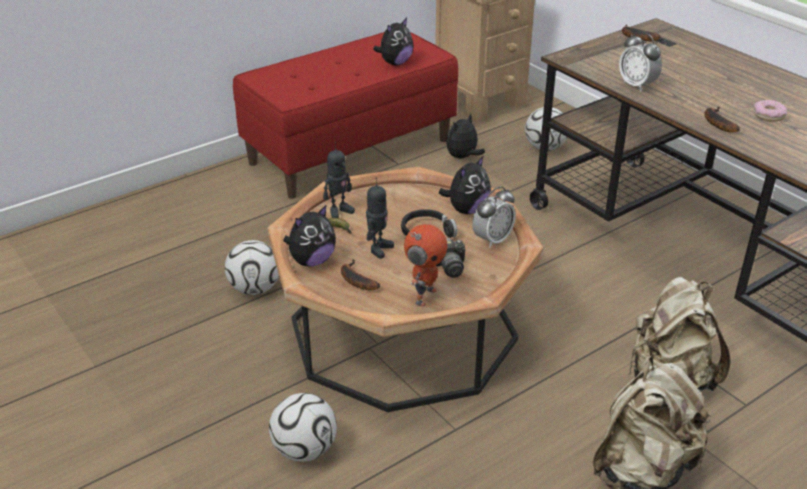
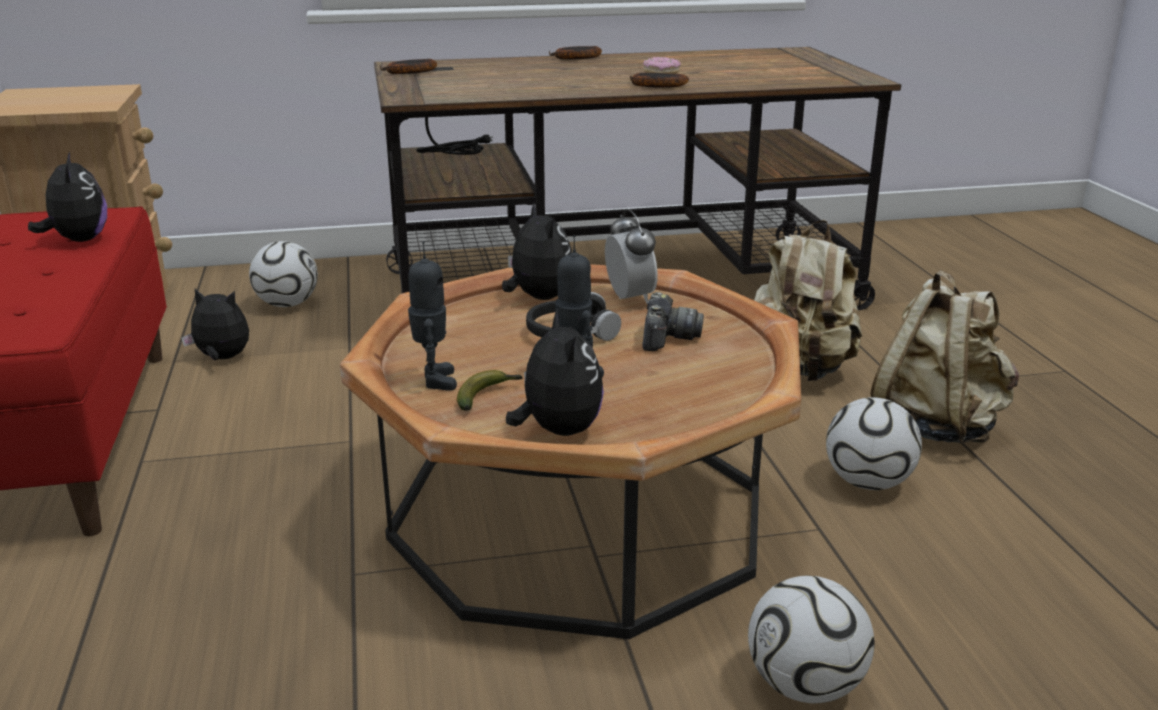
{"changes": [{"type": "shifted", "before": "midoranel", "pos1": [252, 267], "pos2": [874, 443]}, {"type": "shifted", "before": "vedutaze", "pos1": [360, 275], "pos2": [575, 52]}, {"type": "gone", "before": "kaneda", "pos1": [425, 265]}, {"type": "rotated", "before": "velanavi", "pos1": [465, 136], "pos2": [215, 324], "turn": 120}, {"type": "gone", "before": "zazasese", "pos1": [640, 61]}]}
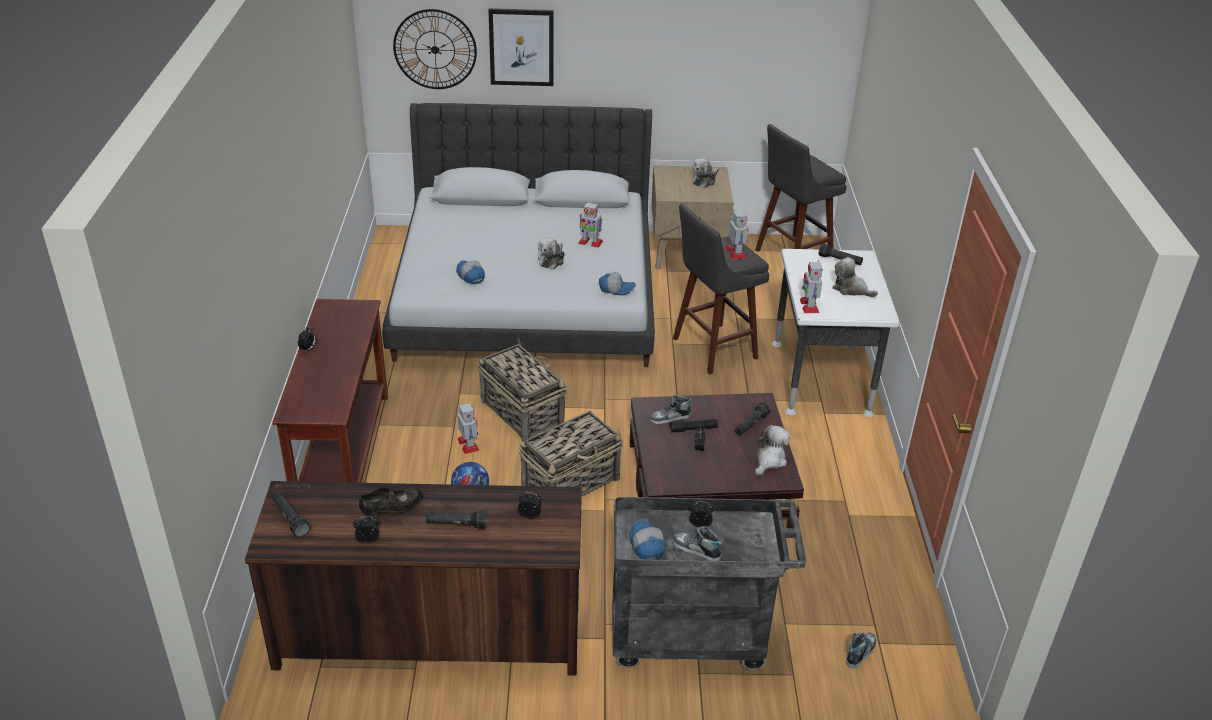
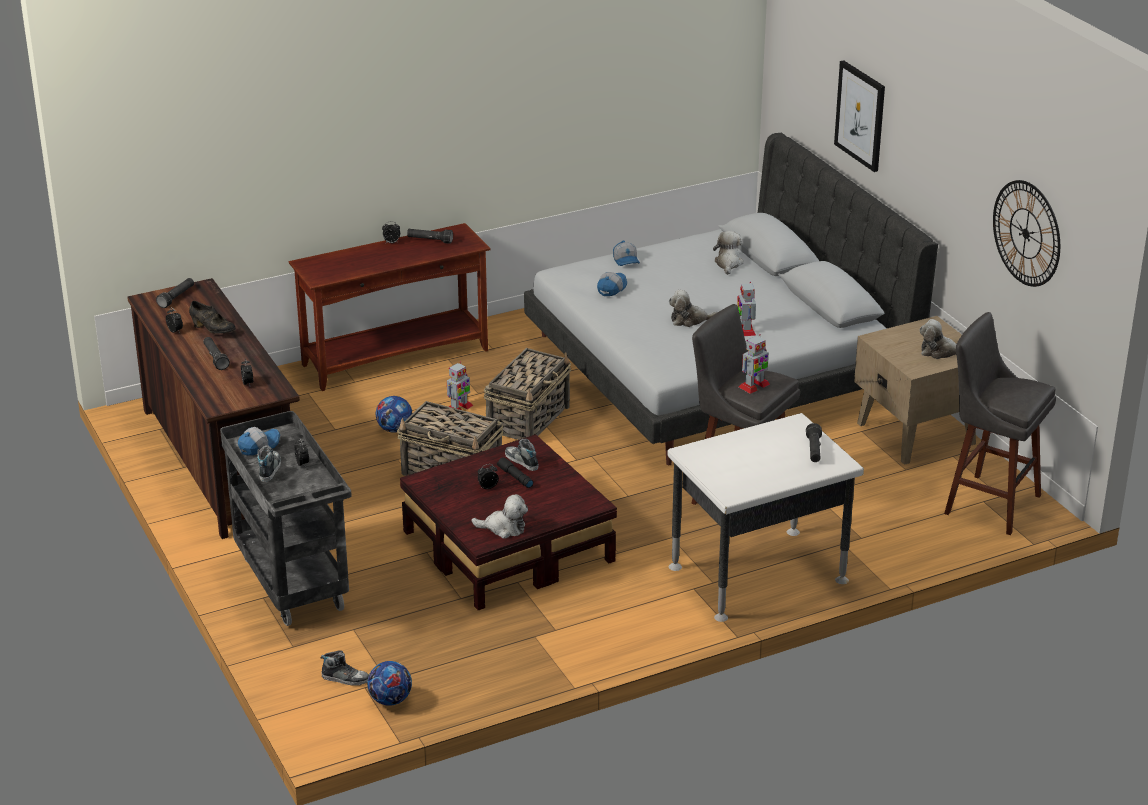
{"changes": [{"type": "shifted", "before": "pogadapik", "pos1": [435, 49], "pos2": [1026, 233]}, {"type": "shifted", "before": "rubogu", "pos1": [617, 283], "pos2": [626, 253]}, {"type": "shifted", "before": "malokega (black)", "pos1": [752, 419], "pos2": [430, 236]}, {"type": "gone", "before": "kaneda", "pos1": [811, 286]}, {"type": "shifted", "before": "velanavi", "pos1": [855, 277], "pos2": [728, 253]}, {"type": "new", "after": "midoranel", "pos2": [389, 683]}]}
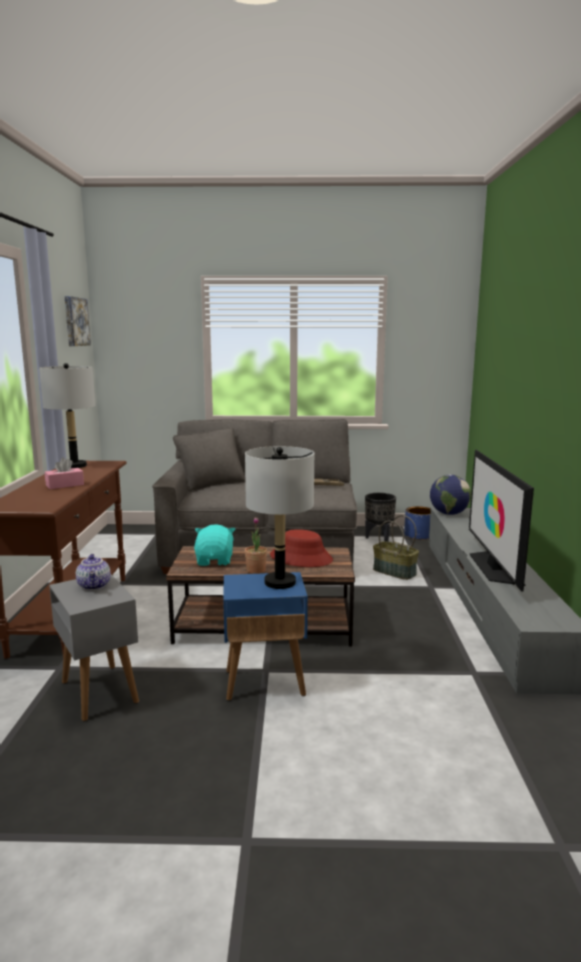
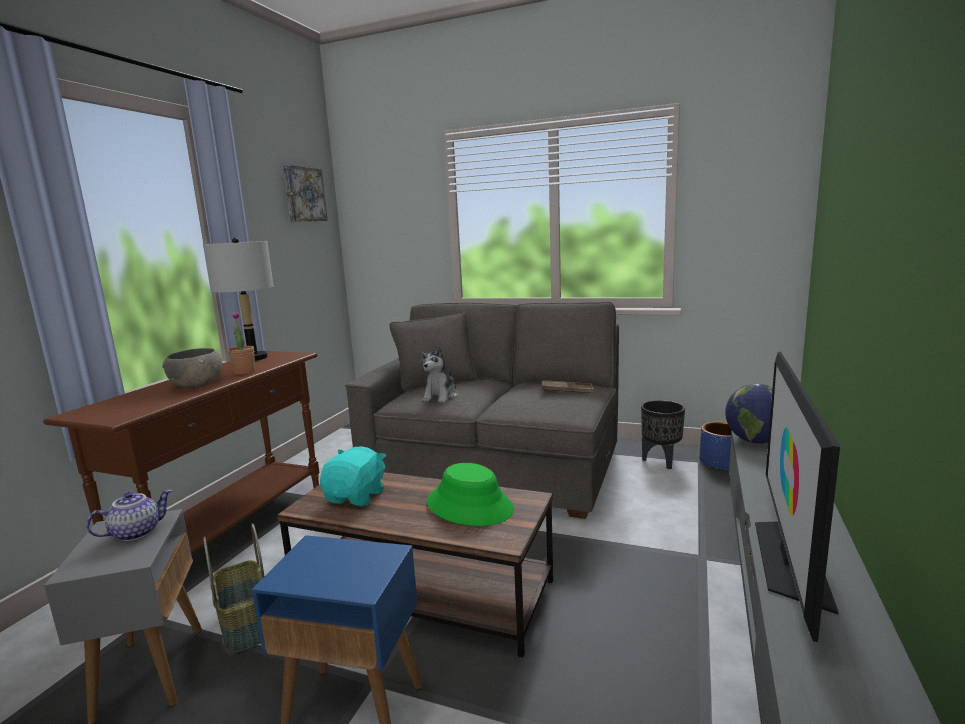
{"changes": [{"type": "swapped", "before": "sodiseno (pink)", "after": "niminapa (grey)", "pos1": [64, 473], "pos2": [192, 368]}, {"type": "rotated", "before": "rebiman", "pos1": [93, 572], "pos2": [129, 515], "turn": -135}, {"type": "gone", "before": "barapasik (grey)", "pos1": [279, 517]}, {"type": "shifted", "before": "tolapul", "pos1": [256, 545], "pos2": [241, 343]}, {"type": "repainted", "before": "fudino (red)", "after": "fudino (green)", "pos1": [301, 548], "pos2": [470, 494]}, {"type": "shifted", "before": "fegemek", "pos1": [396, 547], "pos2": [233, 588]}, {"type": "new", "after": "velanavi", "pos2": [438, 374]}]}
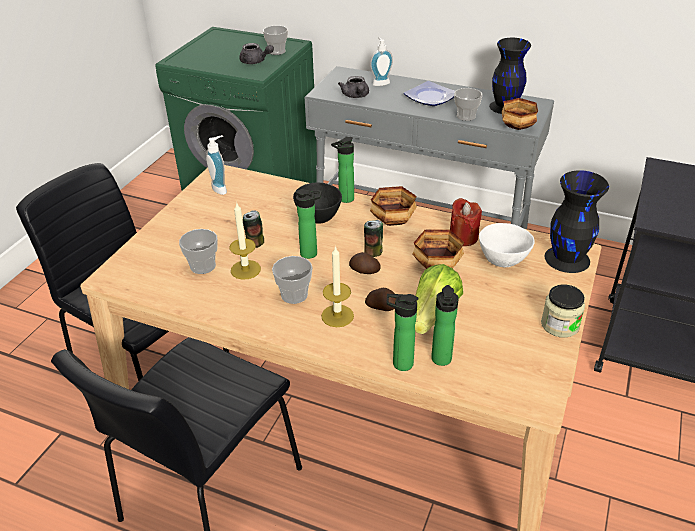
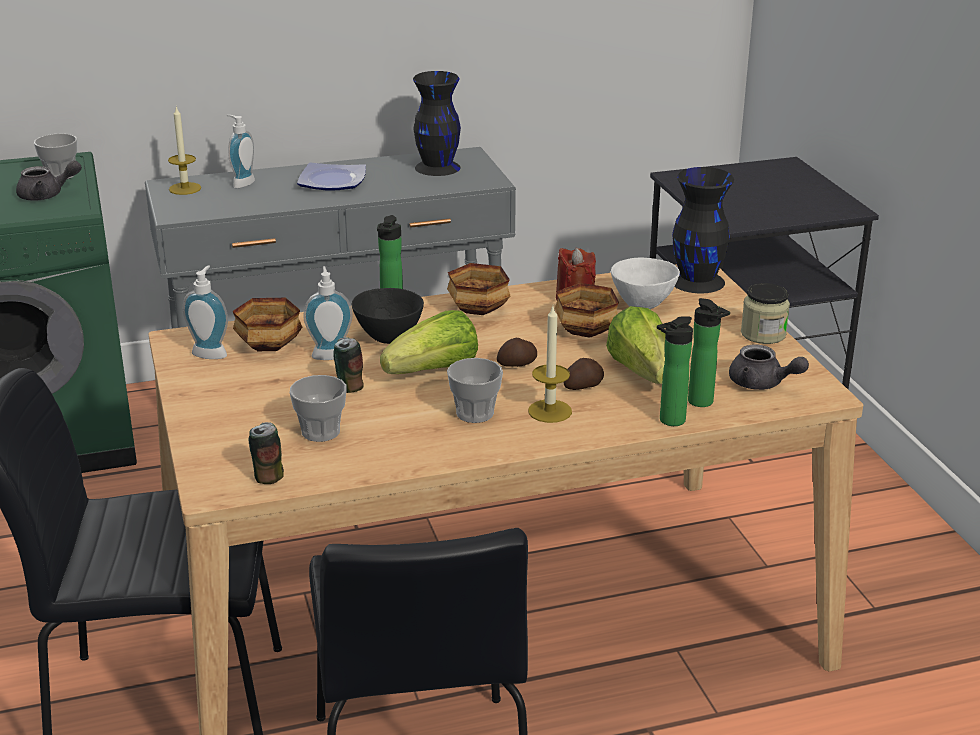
{"changes": [{"type": "shifted", "before": "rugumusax", "pos1": [245, 241], "pos2": [184, 150]}, {"type": "swapped", "before": "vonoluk", "after": "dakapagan", "pos1": [308, 224], "pos2": [429, 342]}, {"type": "shifted", "before": "rebiman (grey)", "pos1": [353, 87], "pos2": [769, 367]}, {"type": "shifted", "before": "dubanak", "pos1": [373, 238], "pos2": [266, 453]}, {"type": "gone", "before": "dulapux", "pos1": [468, 104]}, {"type": "shifted", "before": "niminapa", "pos1": [520, 114], "pos2": [267, 324]}, {"type": "new", "after": "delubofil", "pos2": [328, 313]}]}
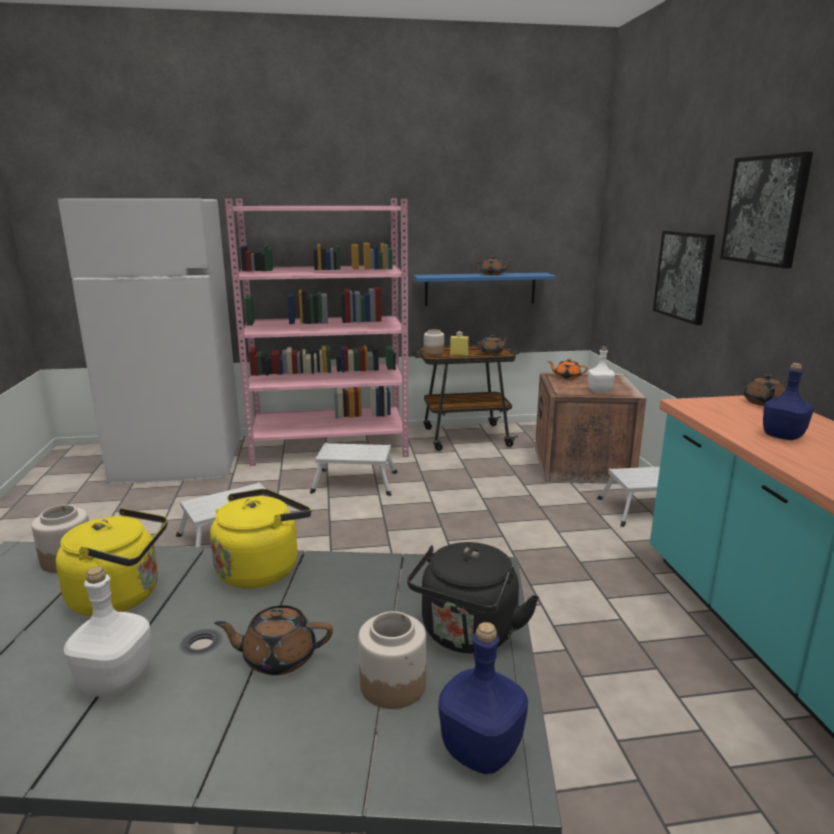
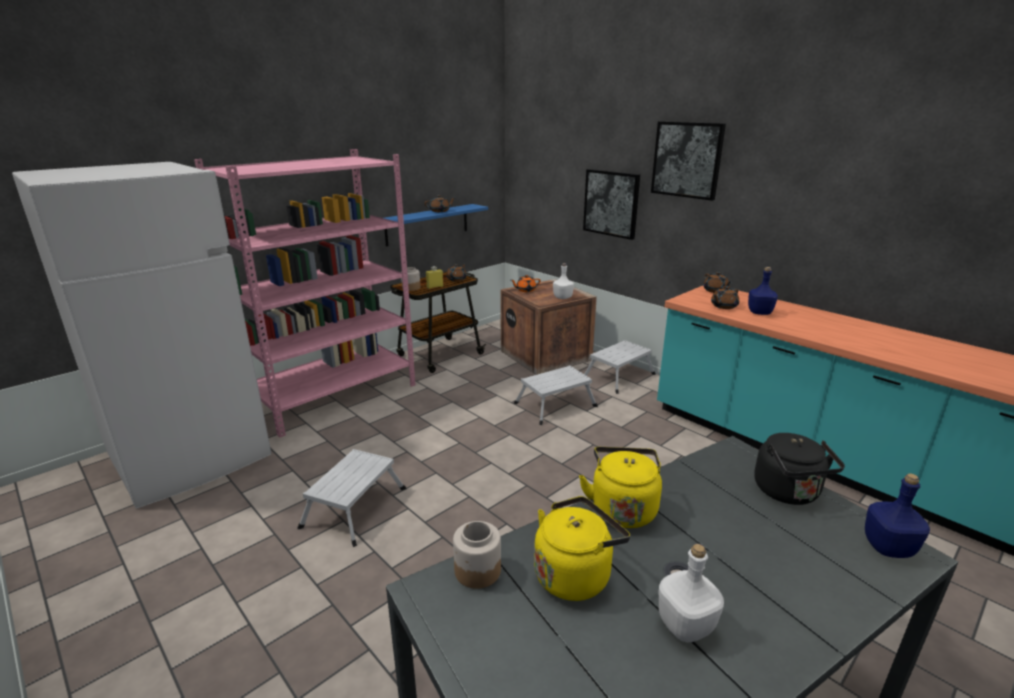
{"changes": [{"type": "shifted", "before": "rebiman (brown)", "pos1": [273, 640], "pos2": [725, 297]}, {"type": "shifted", "before": "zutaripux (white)", "pos1": [354, 469], "pos2": [555, 395]}, {"type": "gone", "before": "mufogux", "pos1": [392, 660]}]}
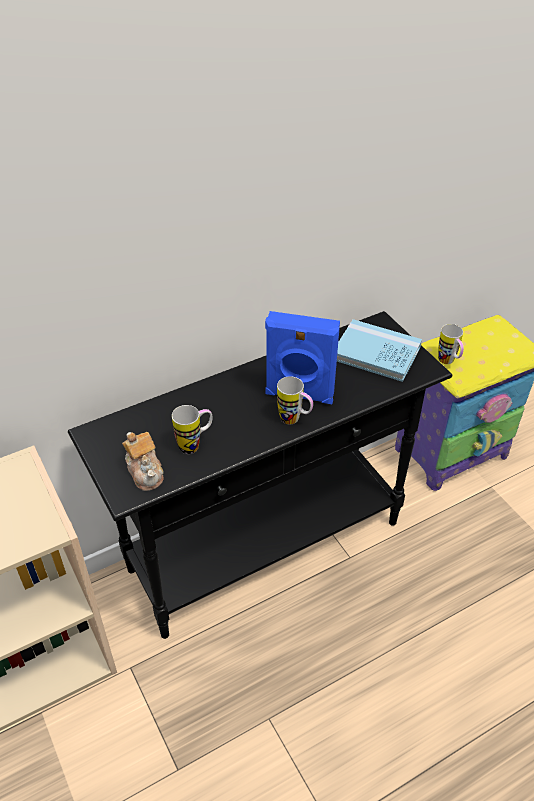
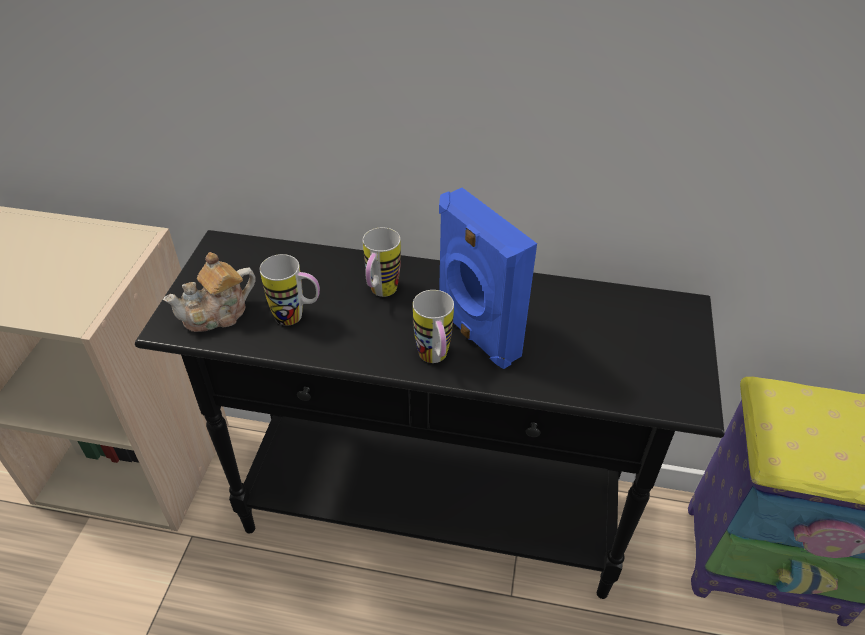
{"changes": [{"type": "rotated", "before": "rebiman", "pos1": [143, 461], "pos2": [209, 292], "turn": 45}, {"type": "gone", "before": "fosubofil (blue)", "pos1": [379, 350]}, {"type": "shifted", "before": "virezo", "pos1": [451, 344], "pos2": [382, 262]}]}
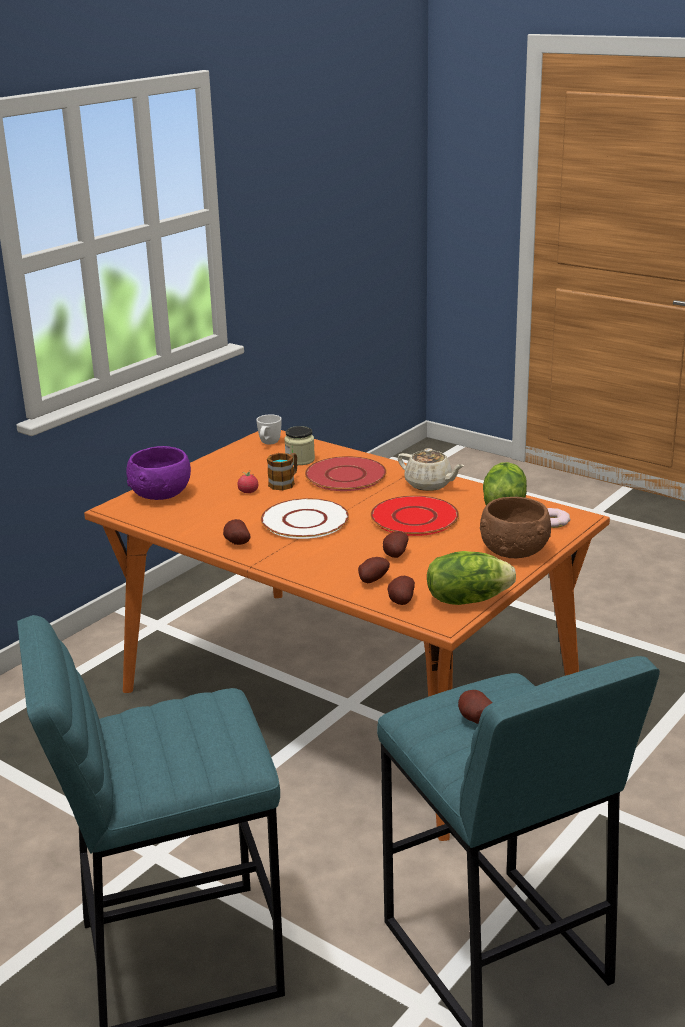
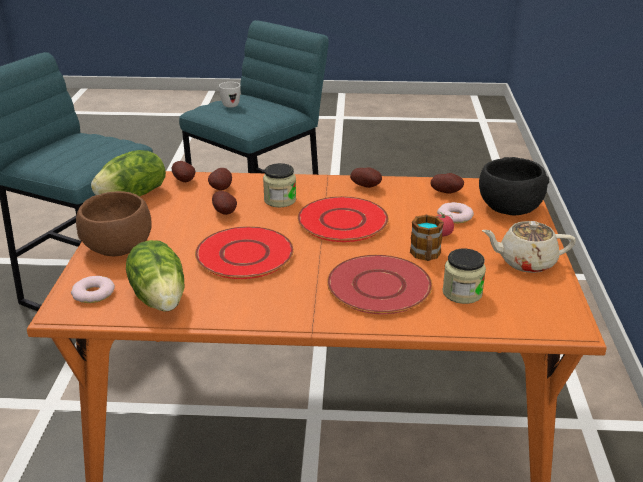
{"changes": [{"type": "repainted", "before": "niminapa (purple)", "after": "niminapa (black)", "pos1": [158, 473], "pos2": [514, 186]}, {"type": "shifted", "before": "virezo (white)", "pos1": [269, 429], "pos2": [230, 95]}, {"type": "repainted", "before": "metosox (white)", "after": "metosox (red)", "pos1": [305, 518], "pos2": [343, 219]}, {"type": "shifted", "before": "rebiman (beige)", "pos1": [431, 469], "pos2": [529, 247]}, {"type": "shifted", "before": "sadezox", "pos1": [475, 707], "pos2": [447, 183]}, {"type": "new", "after": "mufogux", "pos2": [279, 185]}, {"type": "new", "after": "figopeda", "pos2": [455, 212]}]}
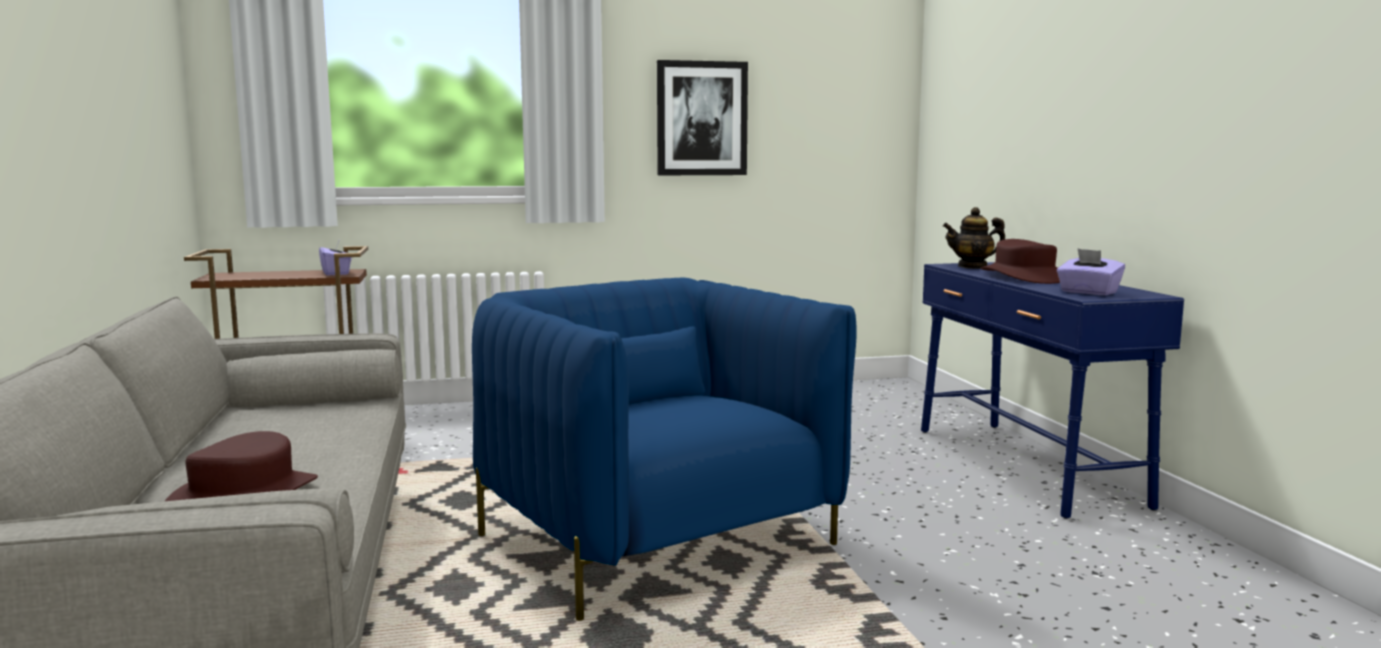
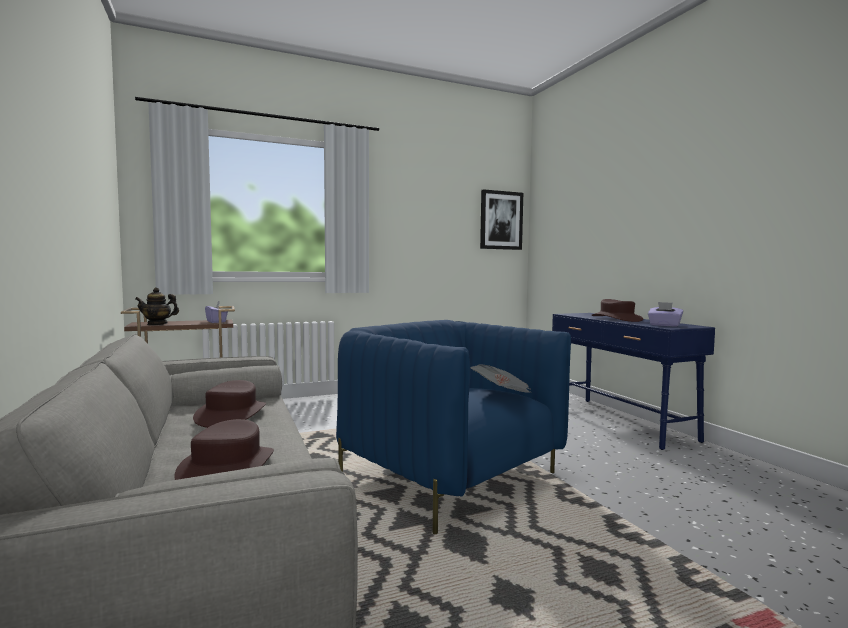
{"changes": [{"type": "shifted", "before": "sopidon", "pos1": [702, 117], "pos2": [501, 219]}, {"type": "shifted", "before": "rebiman", "pos1": [974, 238], "pos2": [157, 306]}, {"type": "new", "after": "fudino (brown)", "pos2": [229, 404]}, {"type": "new", "after": "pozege", "pos2": [500, 379]}]}
